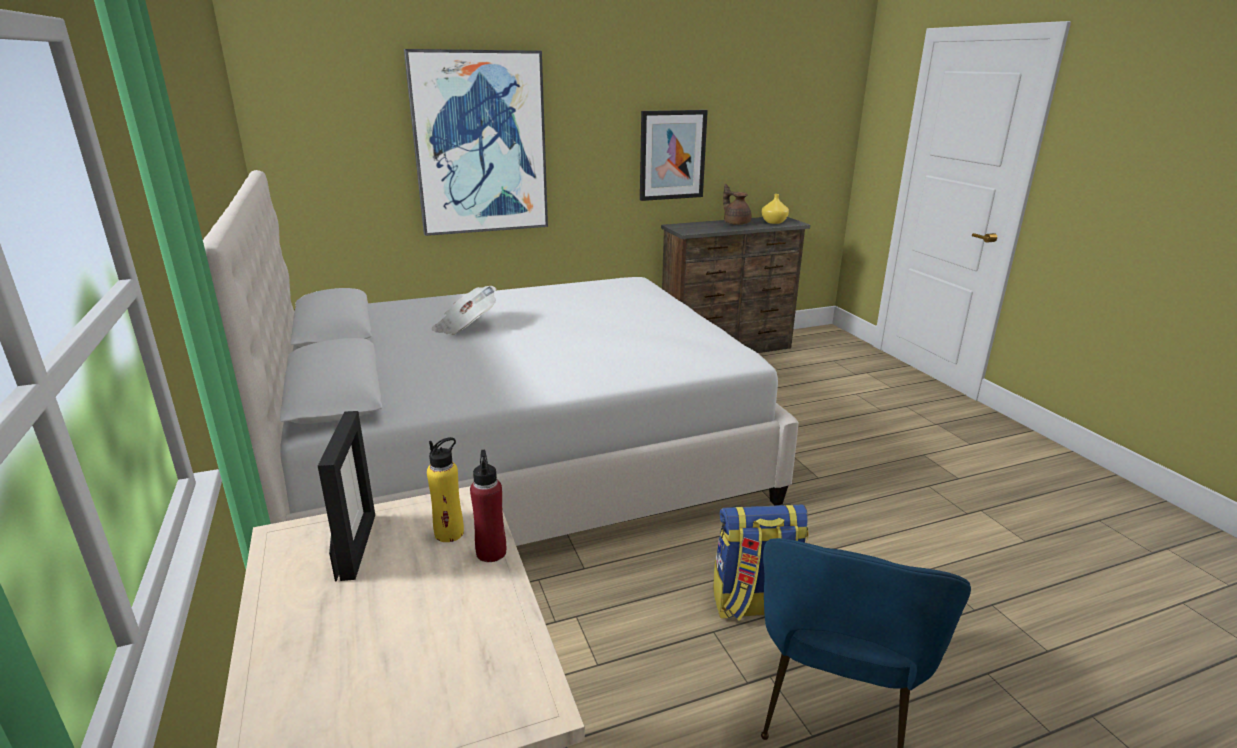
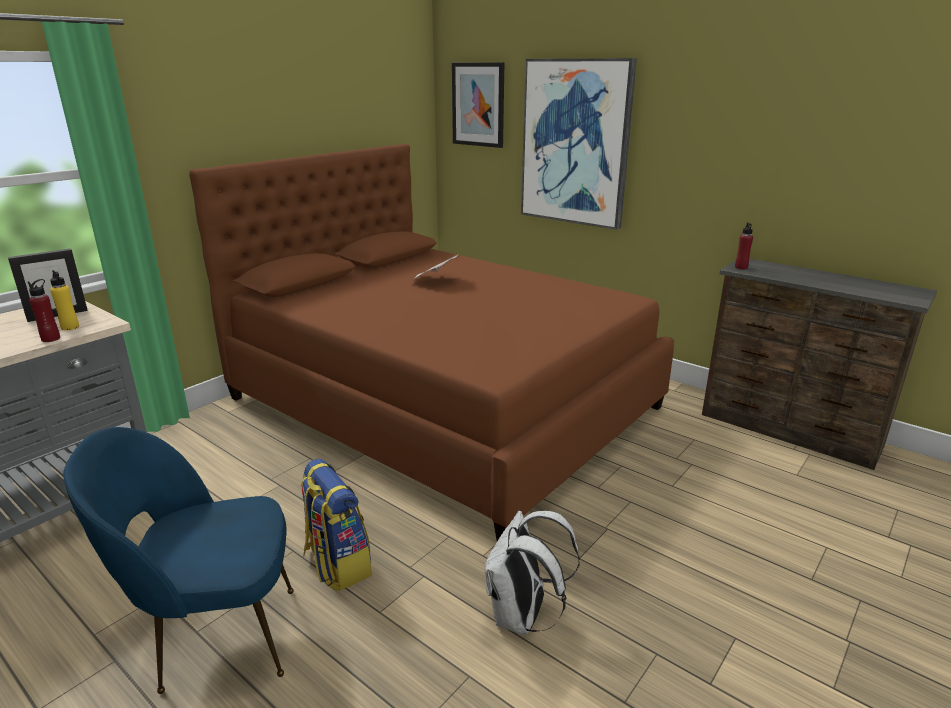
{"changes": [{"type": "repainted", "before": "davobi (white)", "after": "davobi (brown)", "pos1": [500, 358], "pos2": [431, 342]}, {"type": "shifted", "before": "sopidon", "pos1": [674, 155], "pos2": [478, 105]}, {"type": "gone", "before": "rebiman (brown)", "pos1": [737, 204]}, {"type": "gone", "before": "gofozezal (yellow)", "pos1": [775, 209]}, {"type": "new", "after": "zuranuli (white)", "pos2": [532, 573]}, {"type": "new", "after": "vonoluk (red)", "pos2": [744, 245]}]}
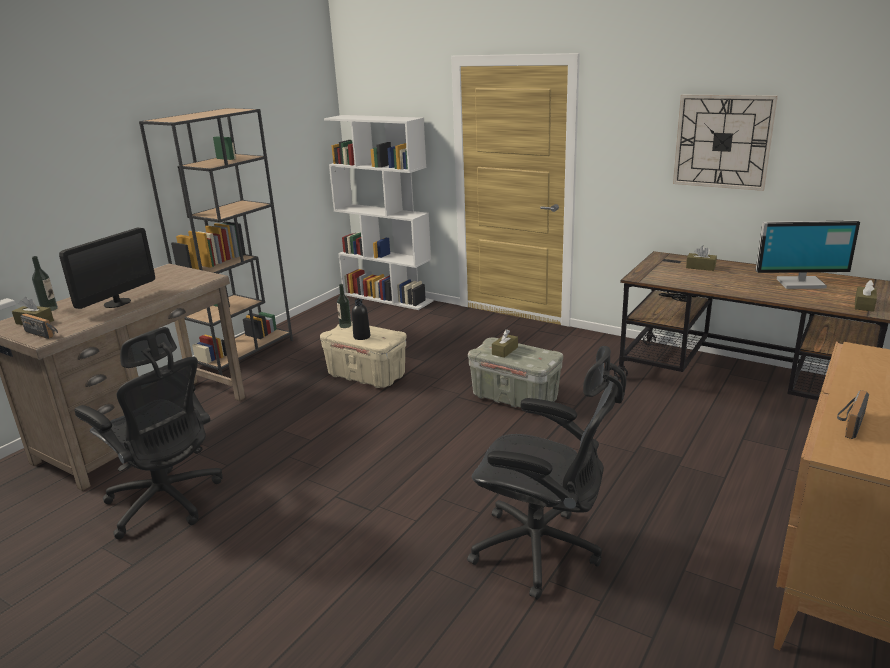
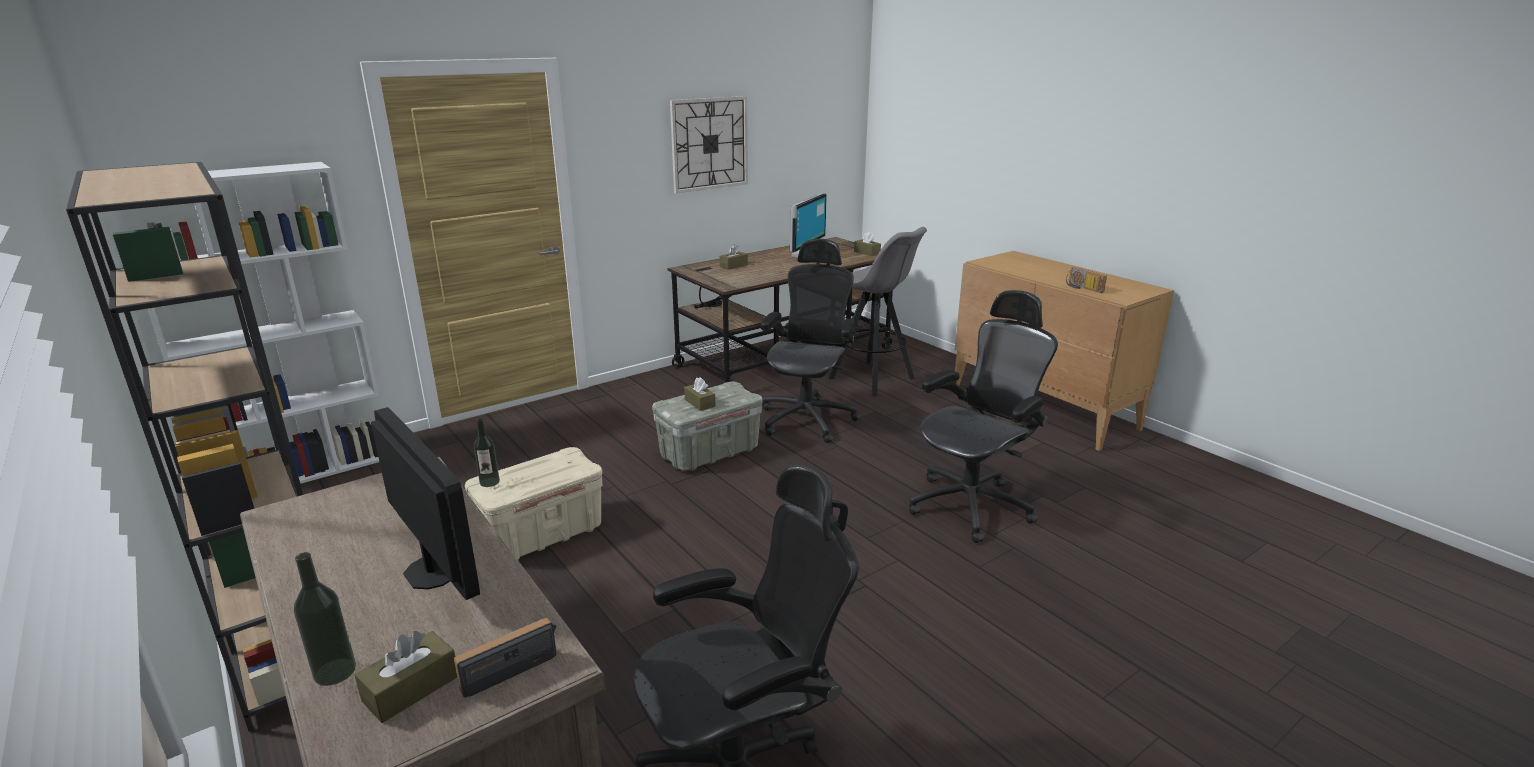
{"changes": [{"type": "gone", "before": "vonoluk (black)", "pos1": [361, 319]}, {"type": "new", "after": "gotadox", "pos2": [811, 341]}, {"type": "new", "after": "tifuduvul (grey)", "pos2": [878, 311]}]}
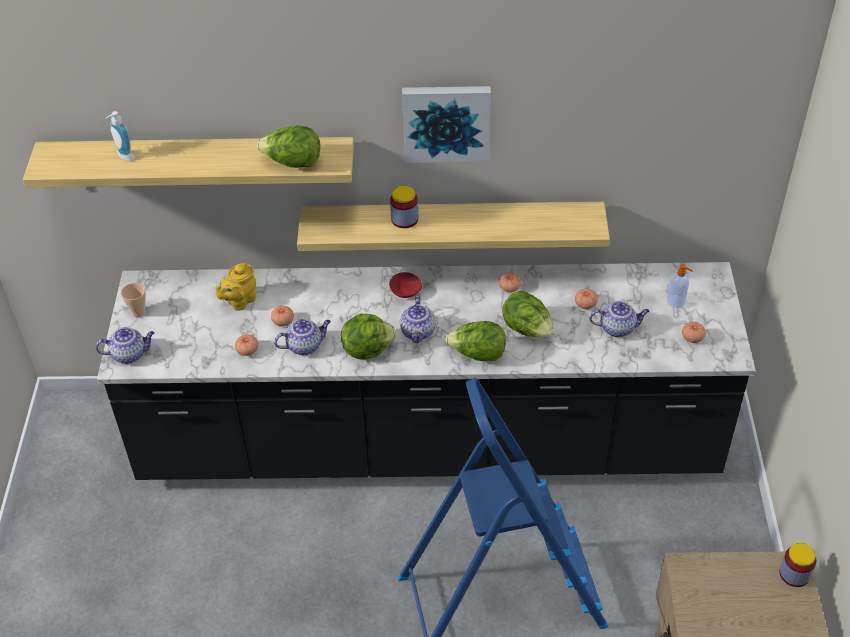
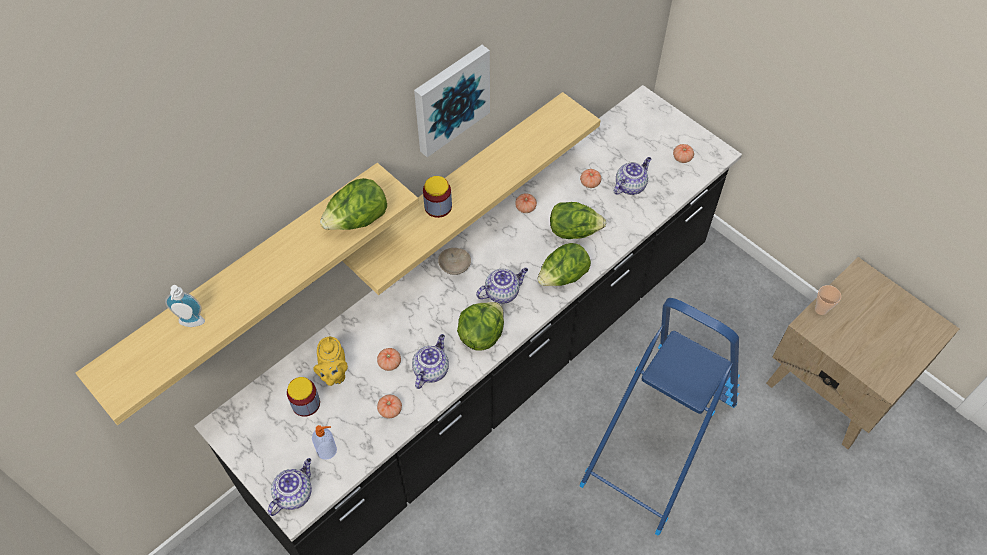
{"changes": [{"type": "shifted", "before": "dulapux", "pos1": [133, 300], "pos2": [828, 300]}, {"type": "repainted", "before": "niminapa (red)", "after": "niminapa (beige)", "pos1": [405, 285], "pos2": [454, 261]}, {"type": "rotated", "before": "rebiman", "pos1": [418, 319], "pos2": [502, 286], "turn": -75}, {"type": "shifted", "before": "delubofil", "pos1": [680, 286], "pos2": [324, 442]}, {"type": "shifted", "before": "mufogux", "pos1": [798, 565], "pos2": [303, 397]}]}
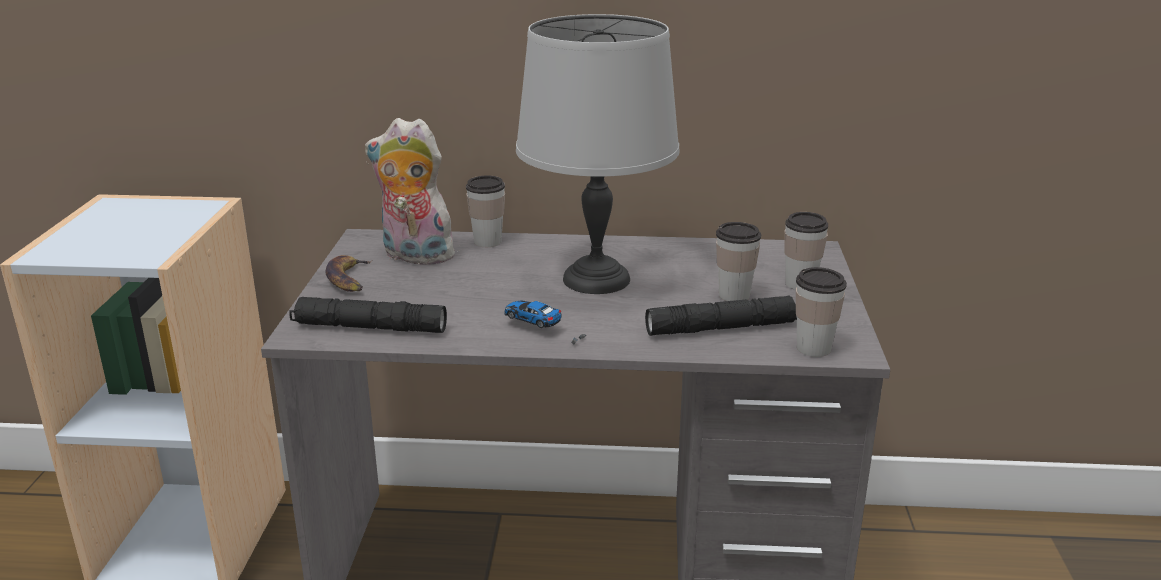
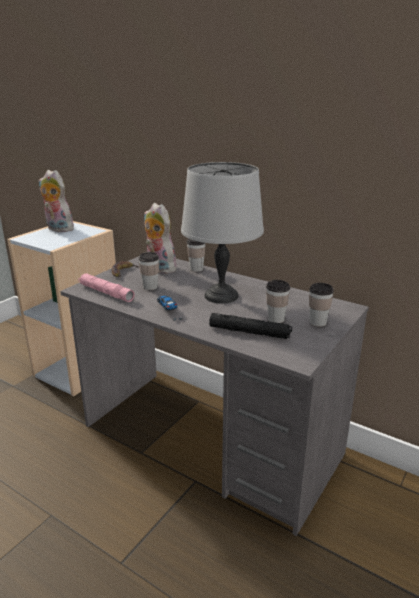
{"changes": [{"type": "repainted", "before": "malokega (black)", "after": "malokega (pink)", "pos1": [368, 315], "pos2": [106, 287]}, {"type": "shifted", "before": "dulapux", "pos1": [821, 312], "pos2": [149, 271]}, {"type": "new", "after": "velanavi", "pos2": [57, 201]}]}
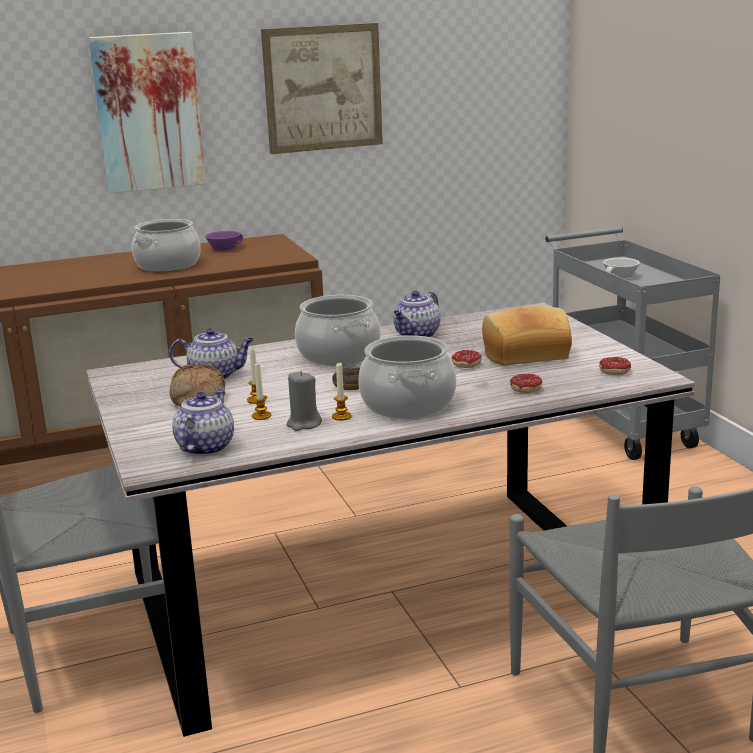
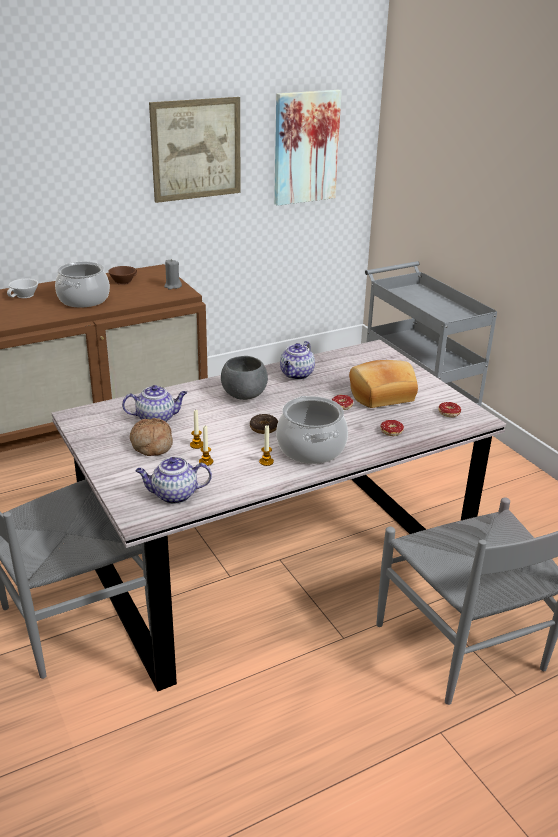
{"changes": [{"type": "shifted", "before": "sopidon", "pos1": [147, 113], "pos2": [307, 148]}, {"type": "rotated", "before": "rebiman", "pos1": [203, 423], "pos2": [173, 480], "turn": -105}, {"type": "repainted", "before": "dulapux (purple)", "after": "dulapux (brown)", "pos1": [224, 241], "pos2": [122, 275]}, {"type": "shifted", "before": "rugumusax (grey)", "pos1": [304, 401], "pos2": [173, 274]}, {"type": "swapped", "before": "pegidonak", "after": "niminapa (grey)", "pos1": [337, 330], "pos2": [244, 378]}, {"type": "shifted", "before": "dulapux (white)", "pos1": [621, 269], "pos2": [22, 288]}]}
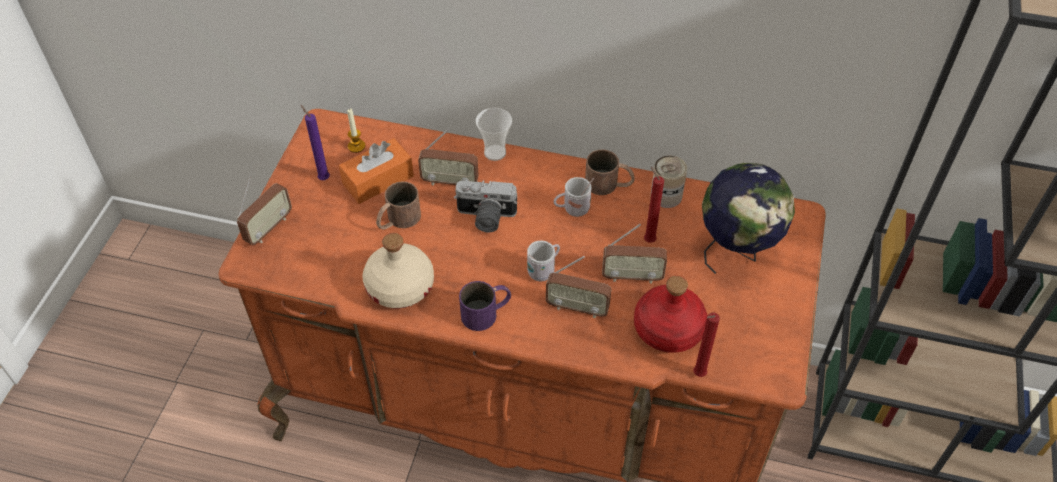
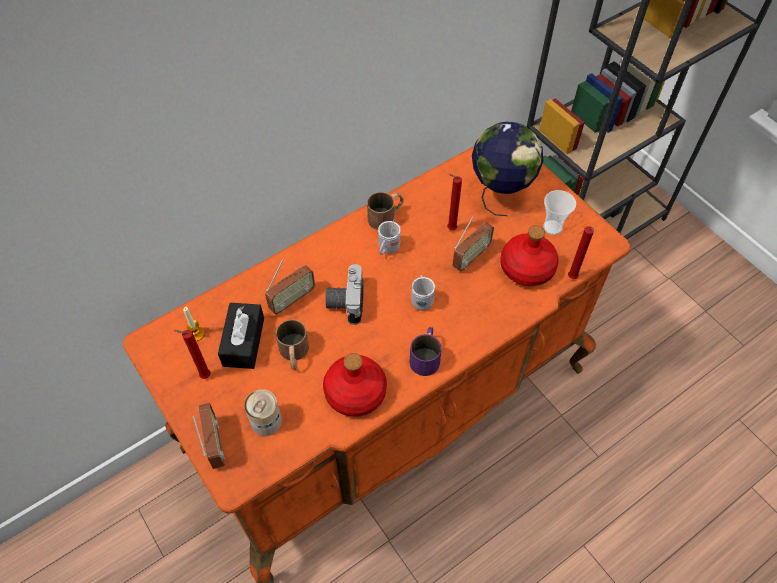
{"changes": [{"type": "repainted", "before": "rugumusax (purple)", "after": "rugumusax (red)", "pos1": [315, 142], "pos2": [192, 354]}, {"type": "repainted", "before": "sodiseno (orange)", "after": "sodiseno (black)", "pos1": [376, 171], "pos2": [241, 336]}, {"type": "repainted", "before": "vonoluk (beige)", "after": "vonoluk (red)", "pos1": [398, 270], "pos2": [355, 385]}, {"type": "rotated", "before": "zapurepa", "pos1": [485, 206], "pos2": [344, 294], "turn": 135}, {"type": "shifted", "before": "dulapux", "pos1": [494, 134], "pos2": [559, 212]}, {"type": "gone", "before": "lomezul", "pos1": [578, 287]}, {"type": "shifted", "before": "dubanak", "pos1": [669, 181], "pos2": [263, 412]}]}
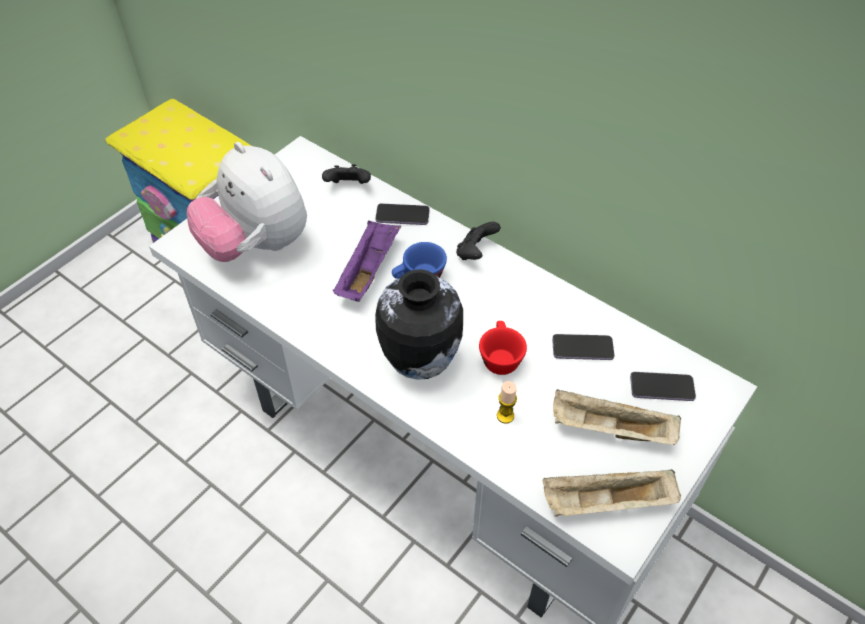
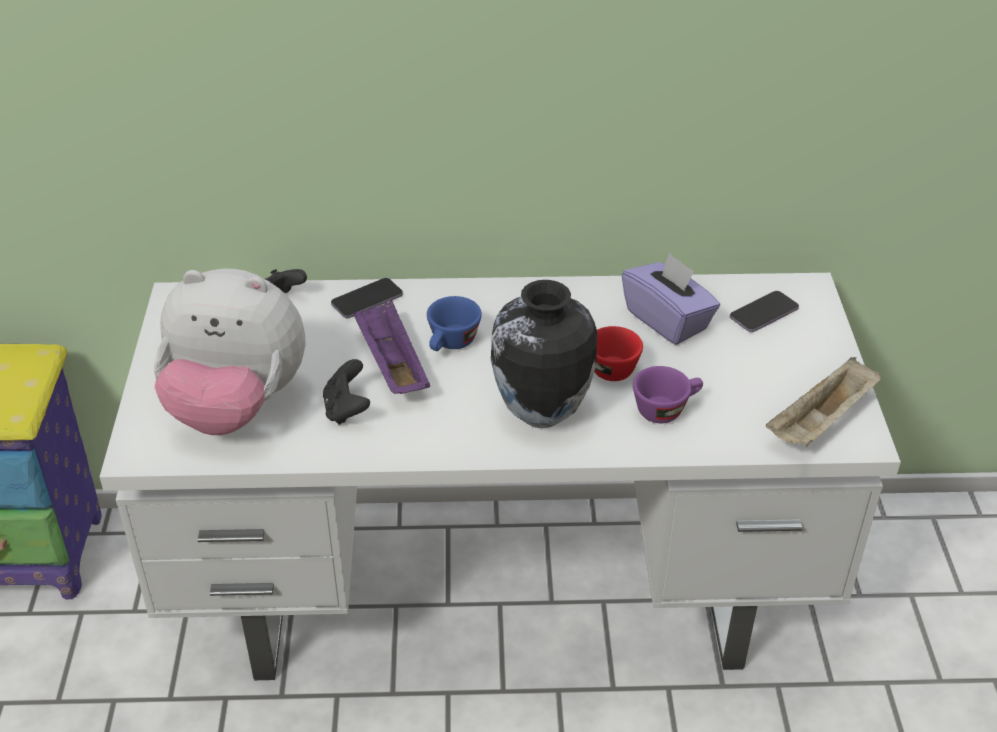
{"changes": [{"type": "shifted", "before": "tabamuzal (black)", "pos1": [478, 241], "pos2": [346, 392]}, {"type": "swapped", "before": "rugumusax", "after": "dulapux (purple)", "pos1": [507, 402], "pos2": [668, 394]}, {"type": "swapped", "before": "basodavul", "after": "sodiseno (purple)", "pos1": [583, 347], "pos2": [671, 298]}, {"type": "gone", "before": "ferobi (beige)", "pos1": [617, 417]}]}
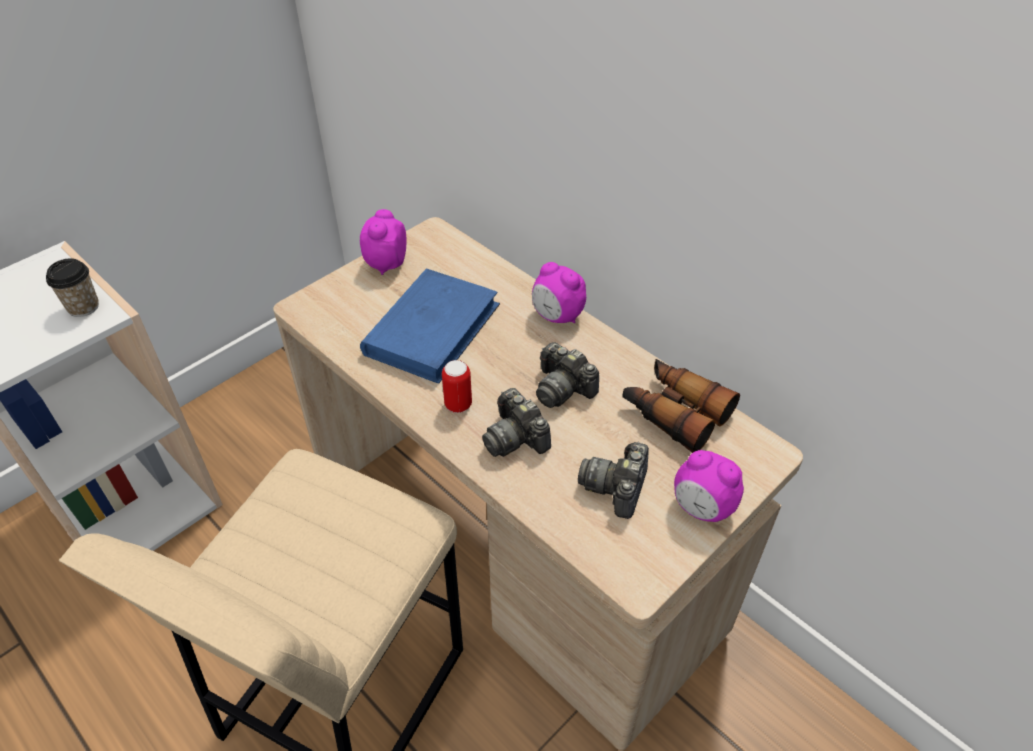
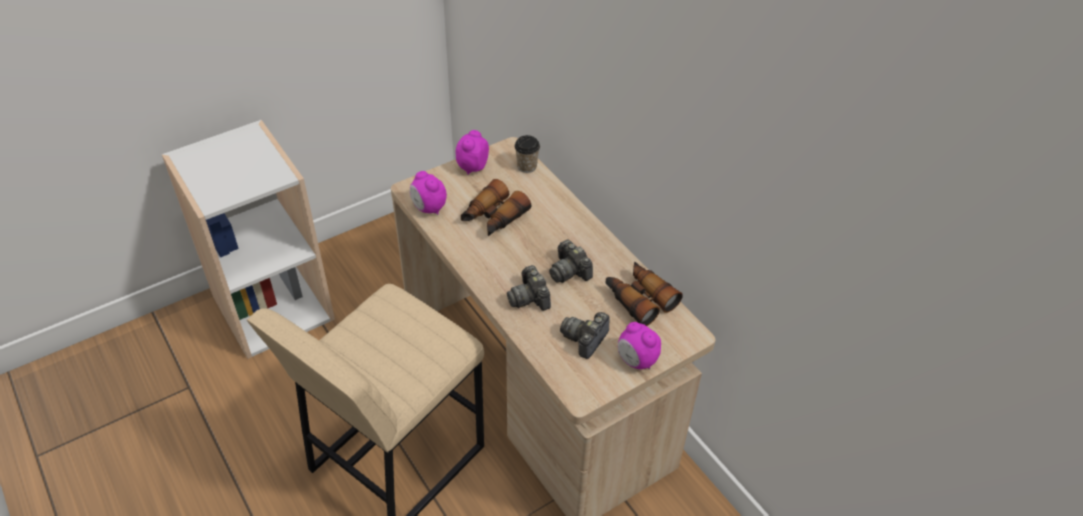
{"changes": [{"type": "shifted", "before": "dulapux", "pos1": [72, 287], "pos2": [527, 154]}, {"type": "swapped", "before": "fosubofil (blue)", "after": "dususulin", "pos1": [430, 326], "pos2": [496, 207]}, {"type": "gone", "before": "dubanak", "pos1": [457, 386]}, {"type": "shifted", "before": "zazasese", "pos1": [559, 292], "pos2": [428, 193]}]}
